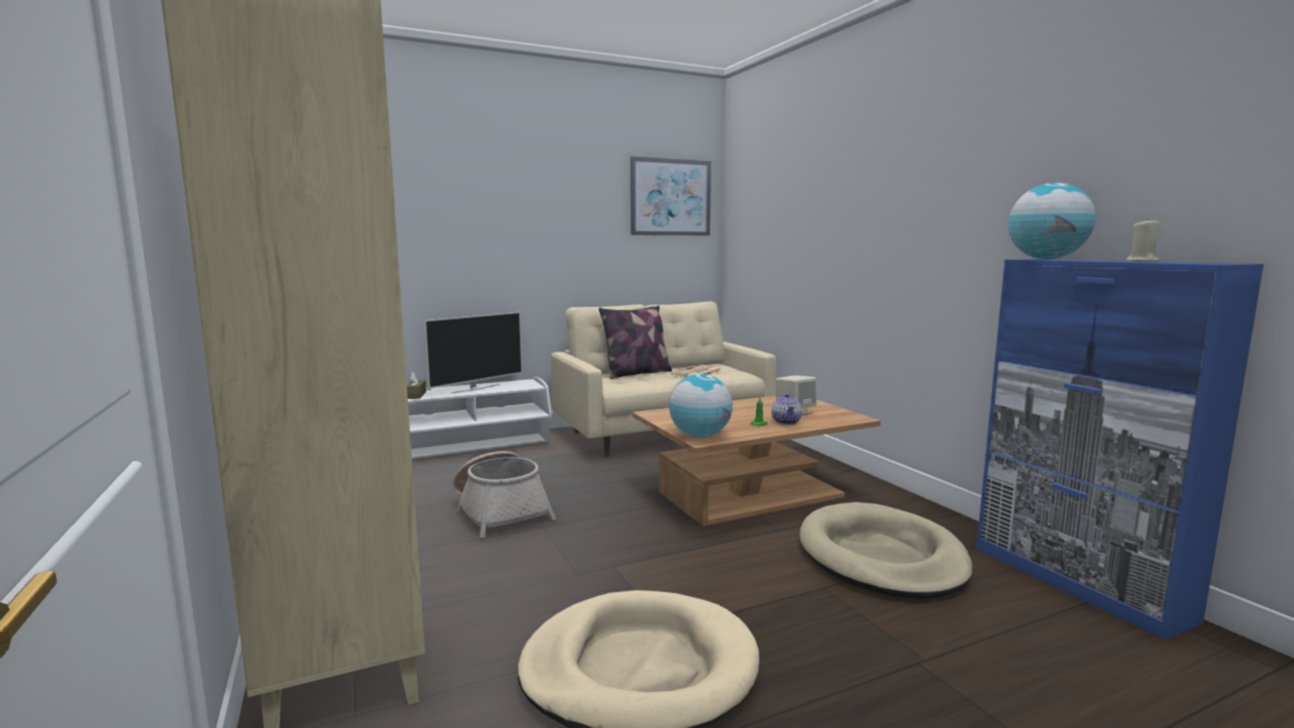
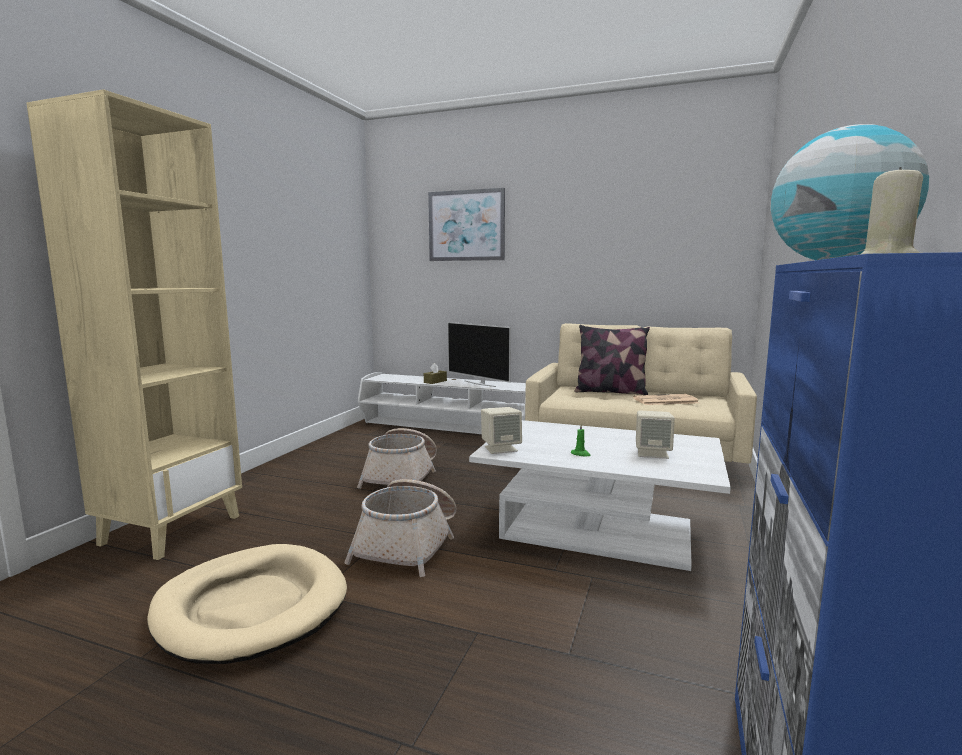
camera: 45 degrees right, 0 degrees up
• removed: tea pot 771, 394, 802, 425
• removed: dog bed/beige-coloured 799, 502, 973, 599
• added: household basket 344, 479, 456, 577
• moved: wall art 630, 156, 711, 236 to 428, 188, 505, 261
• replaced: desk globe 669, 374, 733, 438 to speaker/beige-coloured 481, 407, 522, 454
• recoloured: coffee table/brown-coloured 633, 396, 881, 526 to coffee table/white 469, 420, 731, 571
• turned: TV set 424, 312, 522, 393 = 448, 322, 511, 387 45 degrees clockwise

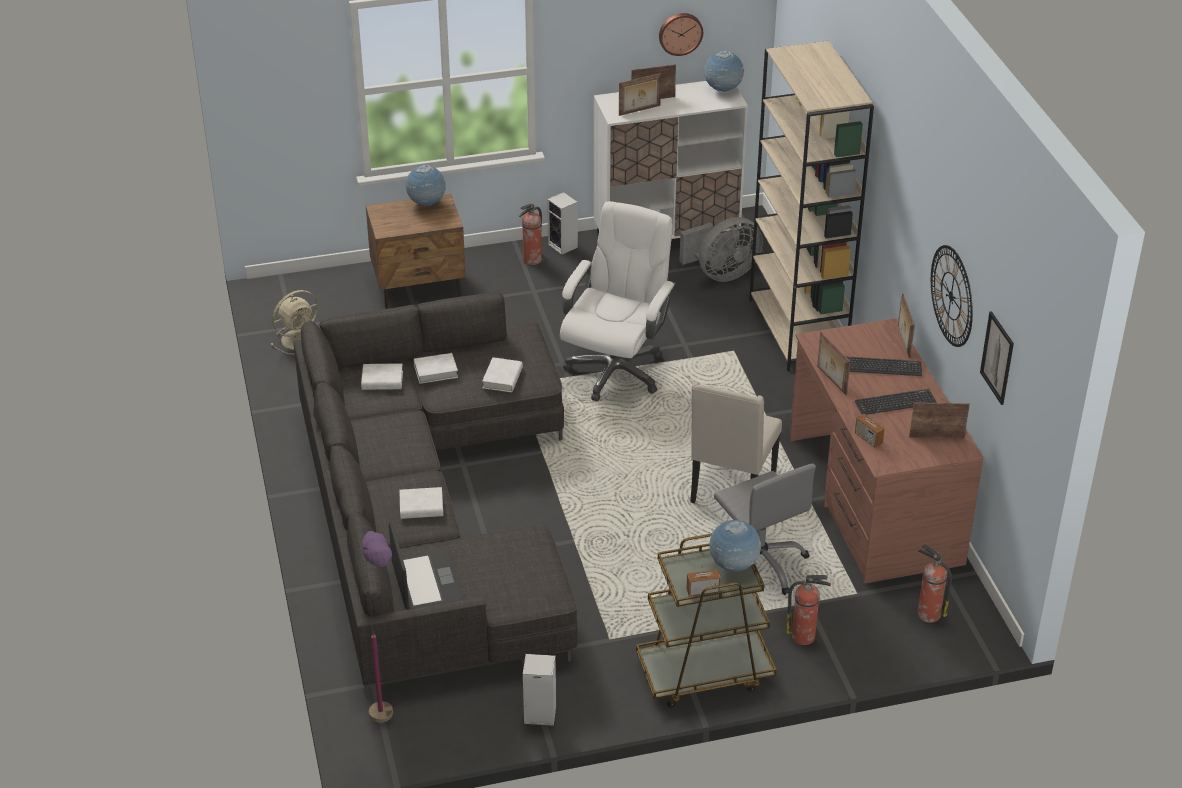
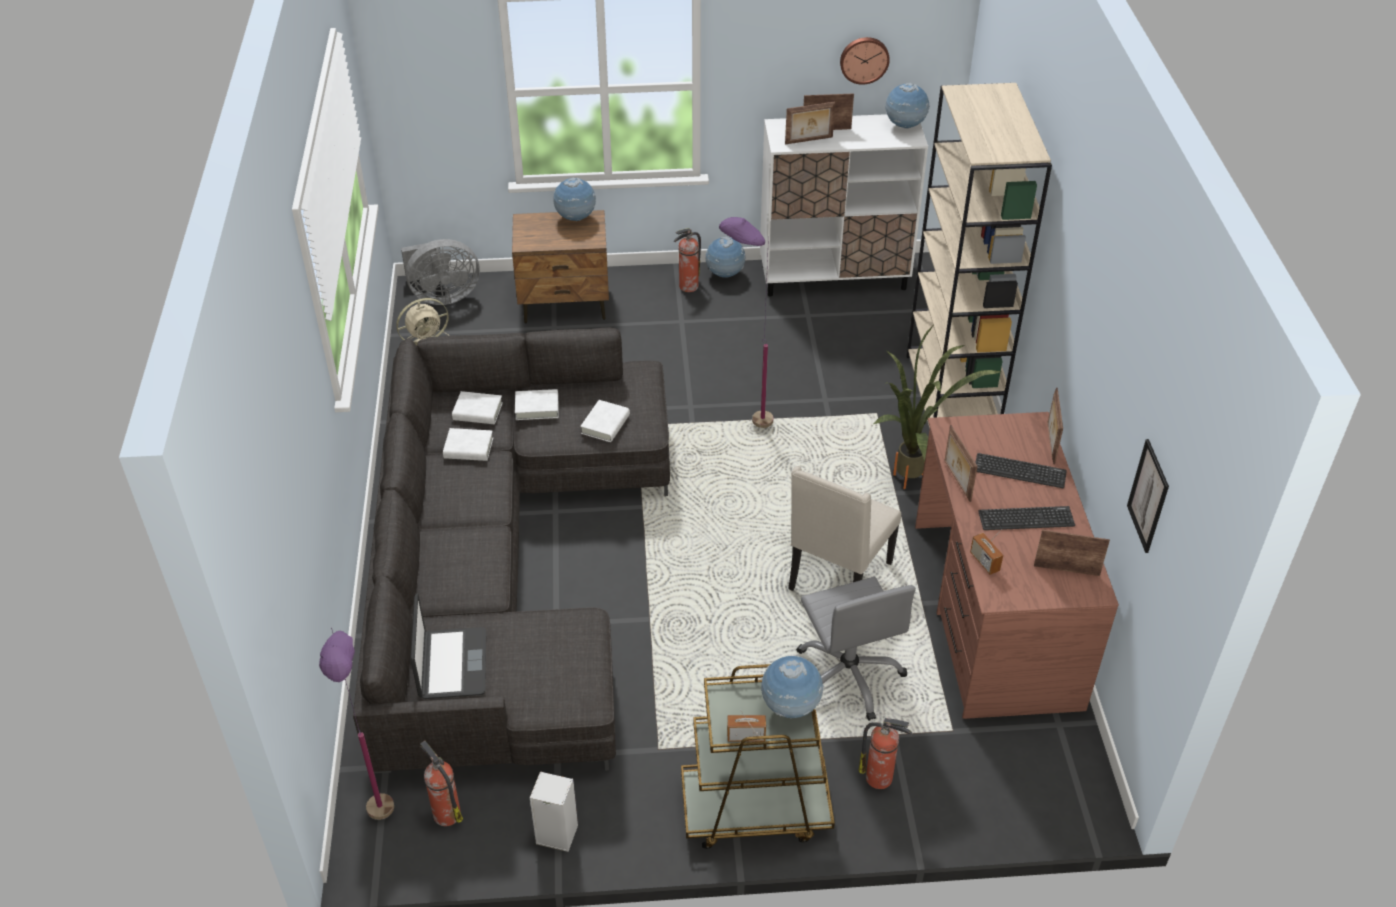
camera: 10 degrees right, 5 degrees up
• removed: wall clock 931, 245, 973, 347
• added: plant in a pot 873, 324, 1001, 489
• moved: book/white 399, 487, 443, 519 to 443, 428, 493, 461
• moved: fan/grey 679, 217, 763, 282 to 401, 239, 480, 305
• moved: extinguisher 917, 544, 952, 623 to 420, 741, 463, 826
• replaced: speaker 547, 192, 578, 255 to desk globe 706, 237, 746, 278
• replaced: office chair/white 560, 201, 676, 401 to standing lamp/purple 719, 217, 774, 428

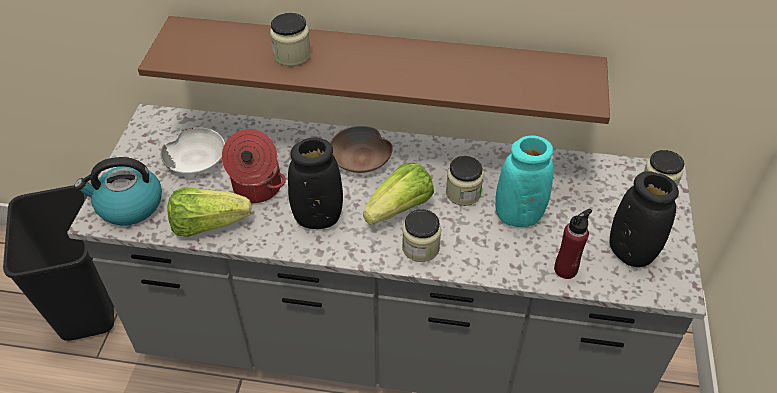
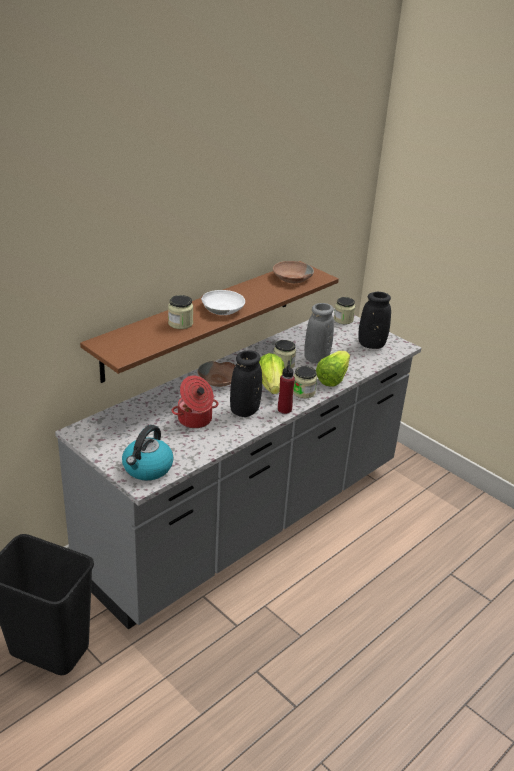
camera: 55 degrees left, 15 degrees down
• added: bowl/brown-coloured 273, 261, 314, 283
• moved: bowl/white 161, 127, 225, 175 to 201, 290, 245, 315
• moved: lettuce head 168, 187, 252, 237 to 316, 351, 350, 387
• moved: bottle/red-coloured 554, 209, 592, 279 to 278, 361, 295, 414
• recoloured: decorative vase/blue-green 495, 135, 553, 227 to decorative vase/grey 304, 303, 334, 363

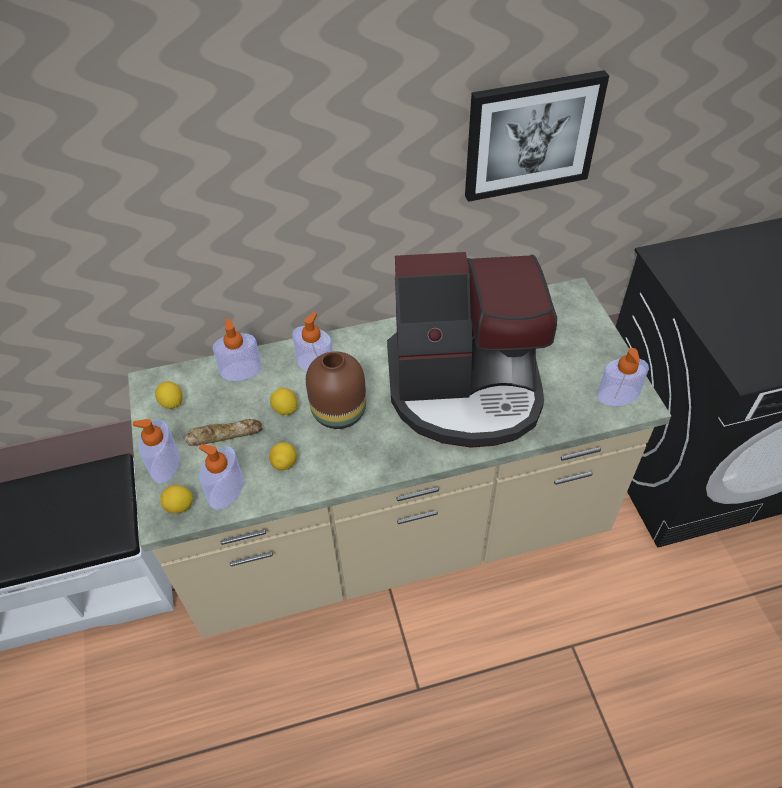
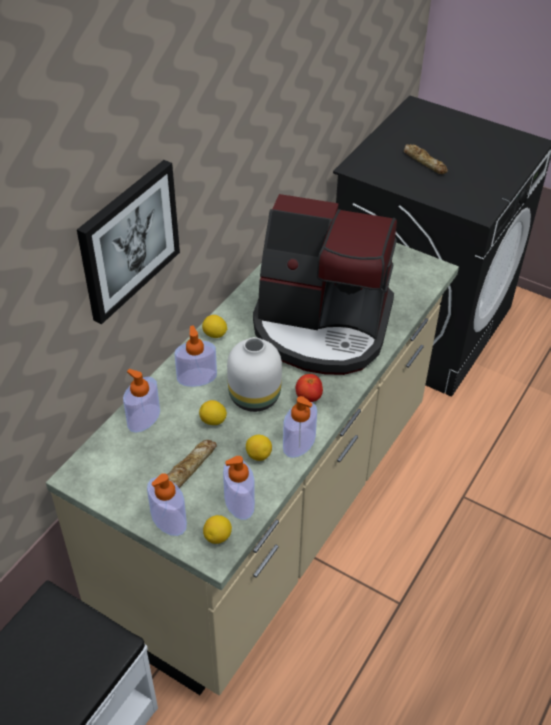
camera: 45 degrees left, 5 degrees down
• added: whole tomato 296, 374, 323, 402
• added: bakery bread 404, 144, 448, 174
• moved: citrus fruit 155, 381, 183, 409 to 202, 315, 227, 338
• moved: wall art 465, 70, 609, 202 to 77, 160, 180, 324
• moved: soap dispenser 597, 348, 649, 406 to 283, 396, 317, 458
• recoloured: decorative vase/brown-coloured 306, 351, 366, 429 to decorative vase/white 227, 337, 282, 412
• turned: coffee brewer 387, 252, 557, 448 = 253, 194, 397, 375 60 degrees clockwise

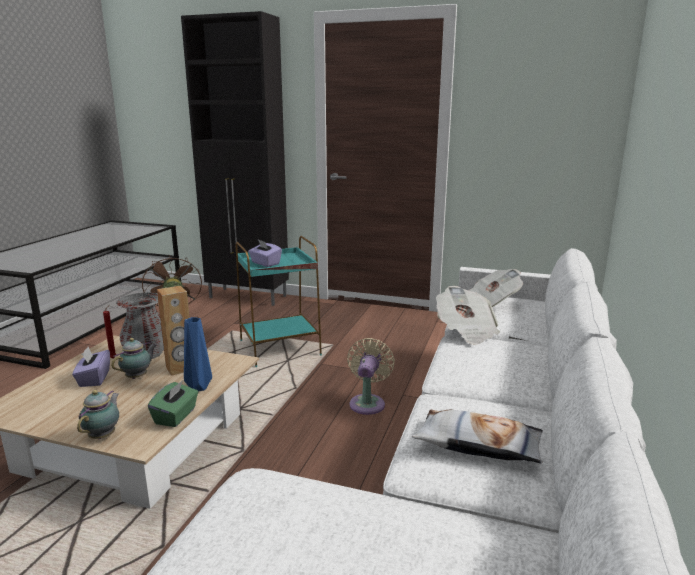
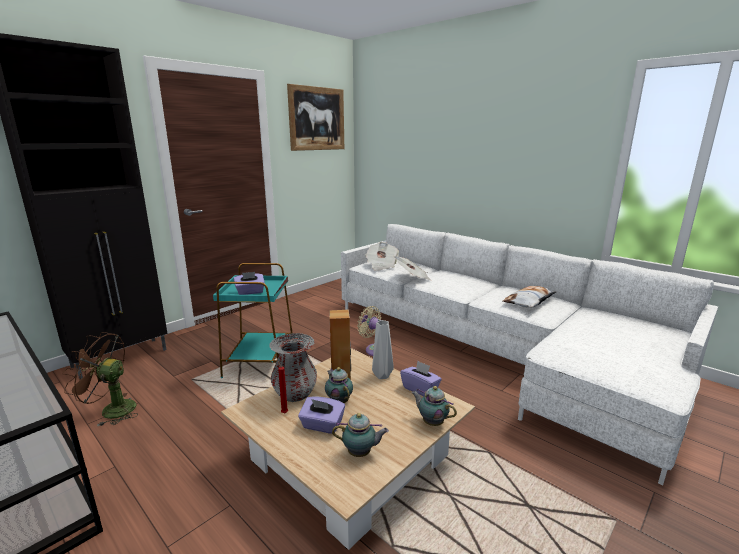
camera: 65 degrees left, 0 degrees up
• added: wall art 287, 84, 344, 151
• added: tea pot 332, 413, 389, 457
• recoloured: tissue holder/green 148, 380, 198, 427 to tissue holder/purple 400, 361, 442, 397
• recoloured: decorative vase/blue-coloured 184, 317, 212, 391 to decorative vase/grey 372, 320, 394, 379

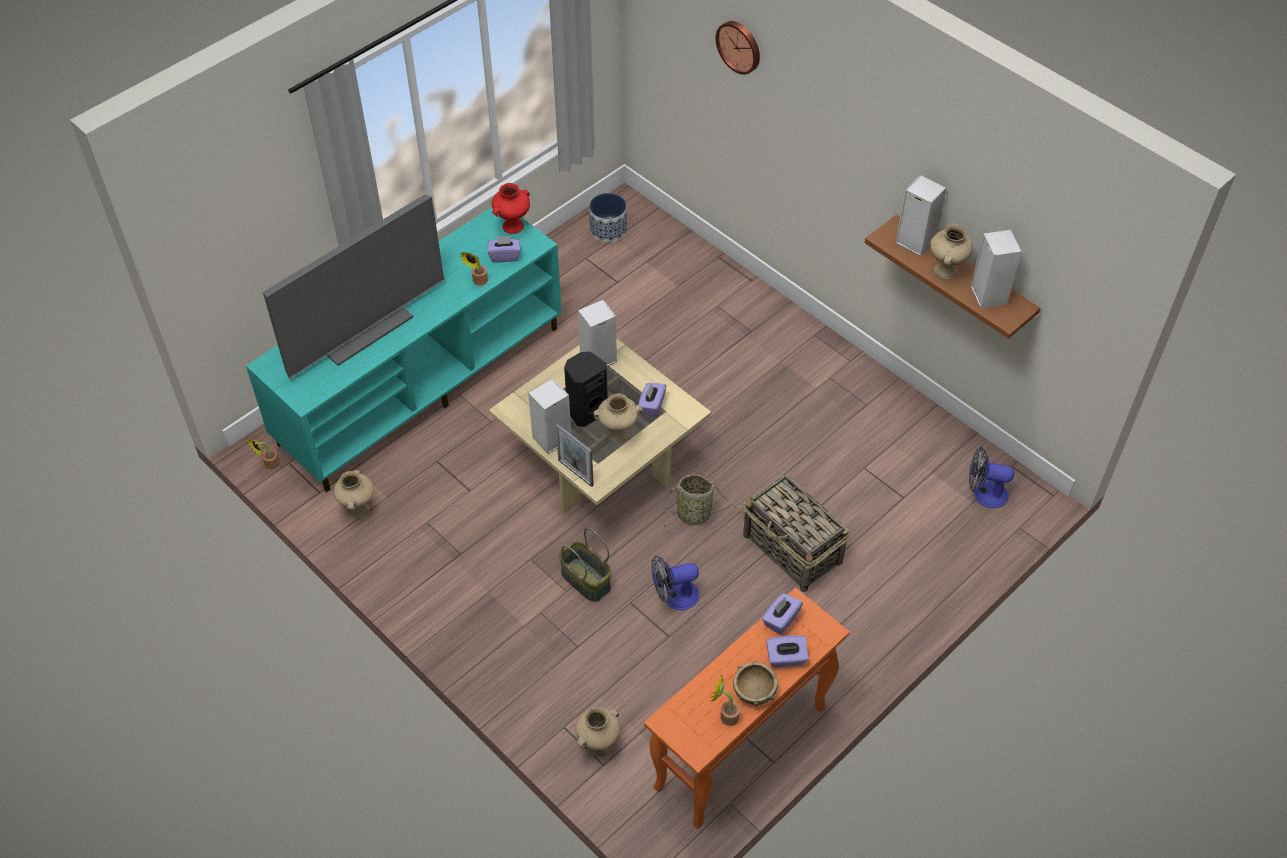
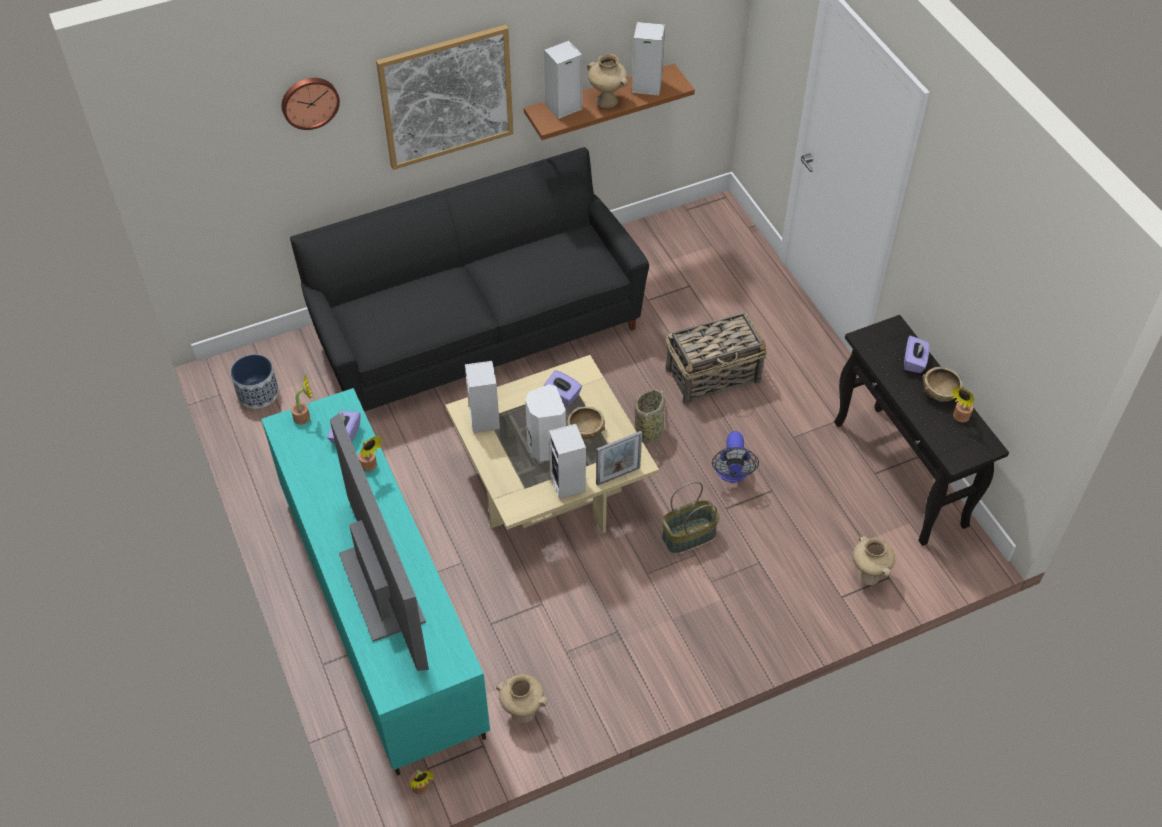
camera: 70 degrees left, 0 degrees up
• removed: tissue holder/purple 762, 593, 803, 635
• removed: fan 969, 446, 1014, 508
• added: couch/black-coloured 290, 147, 649, 412
• added: wall art 376, 25, 513, 170
• replaced: decorative vase/red-coloured 492, 183, 530, 234 to plant in a pot 291, 375, 312, 425
• replaced: decorative vase/beige-coloured 593, 393, 642, 443 to bowl/brown-coloured 566, 406, 605, 439
• recoloured: speaker/black-coloured 564, 352, 608, 427 to speaker/white 525, 384, 566, 461
• recoloured: narrow table/orange-coloured 644, 588, 850, 829 to narrow table/black-coloured 834, 315, 1009, 546

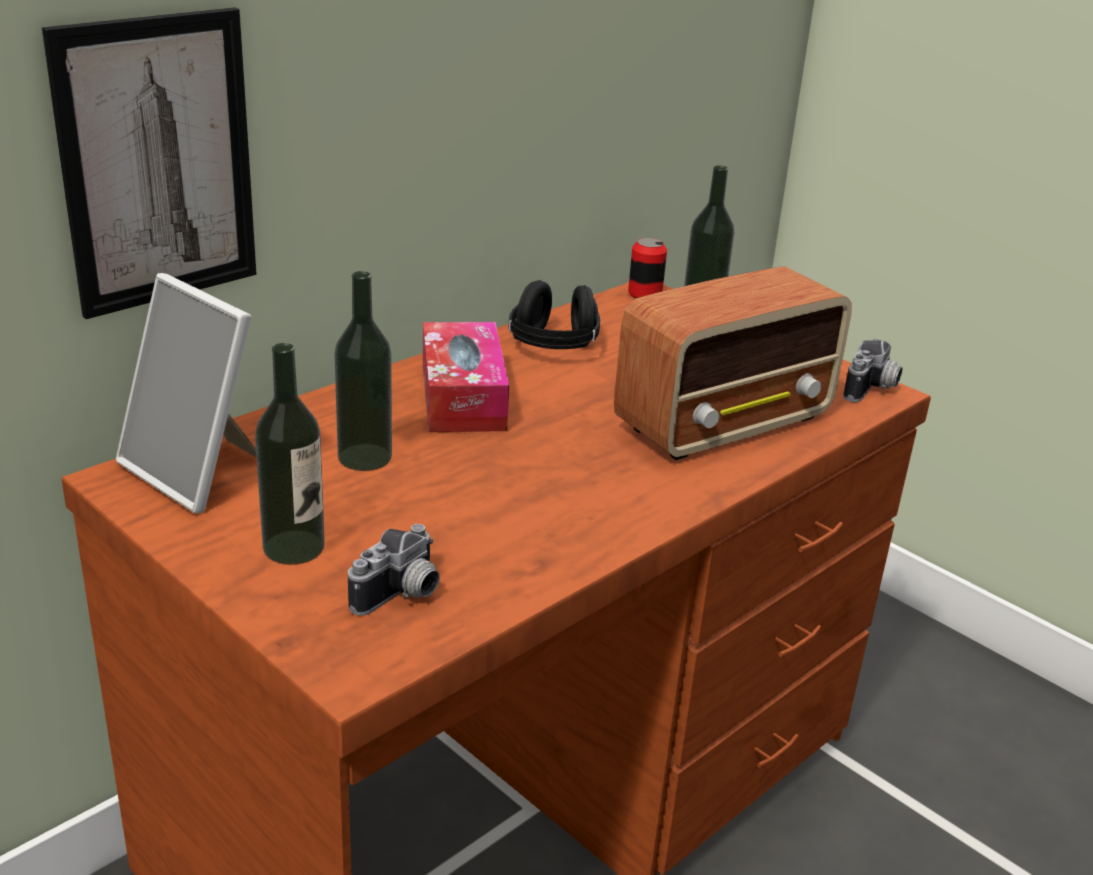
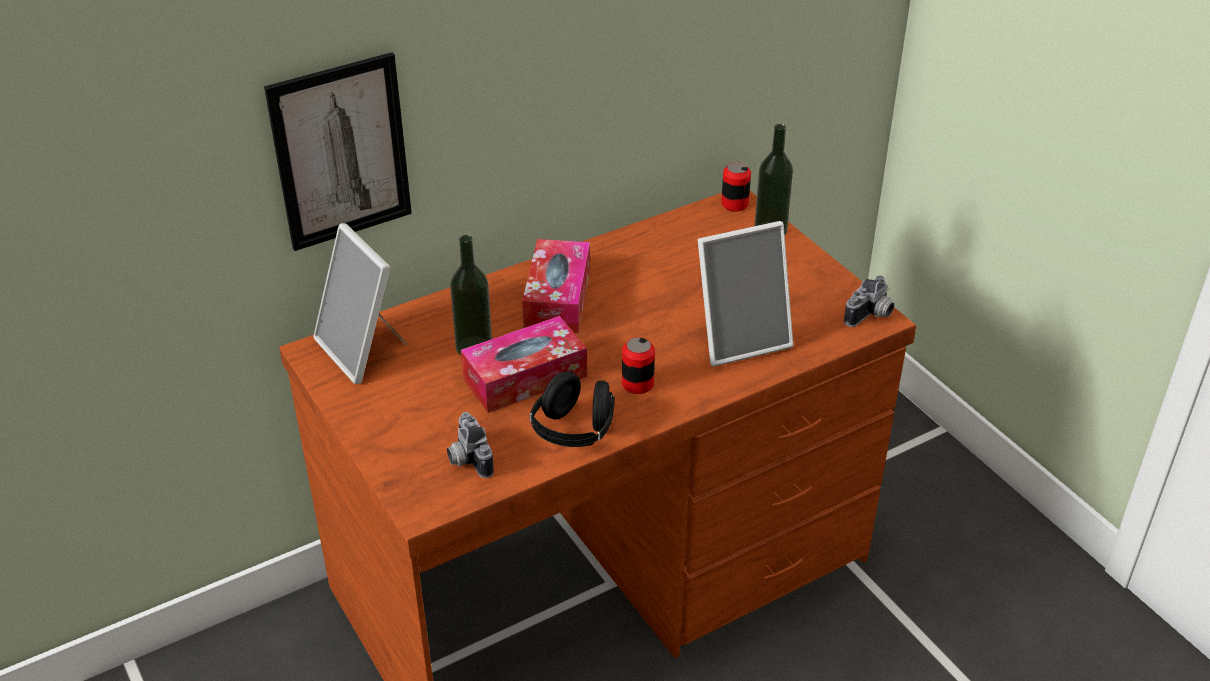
camera: 15 degrees right, 10 degrees up
• removed: bottle 255, 343, 325, 565
• added: tissue holder 461, 316, 587, 413
• added: sealed can 622, 337, 655, 394
• moved: headphones/black-coloured 509, 280, 600, 349 to 530, 371, 615, 447
• replaced: radio set 614, 266, 852, 460 to standing frame 698, 221, 793, 366
• turned: photo camera 348, 524, 440, 616 = 447, 412, 494, 478 105 degrees clockwise

